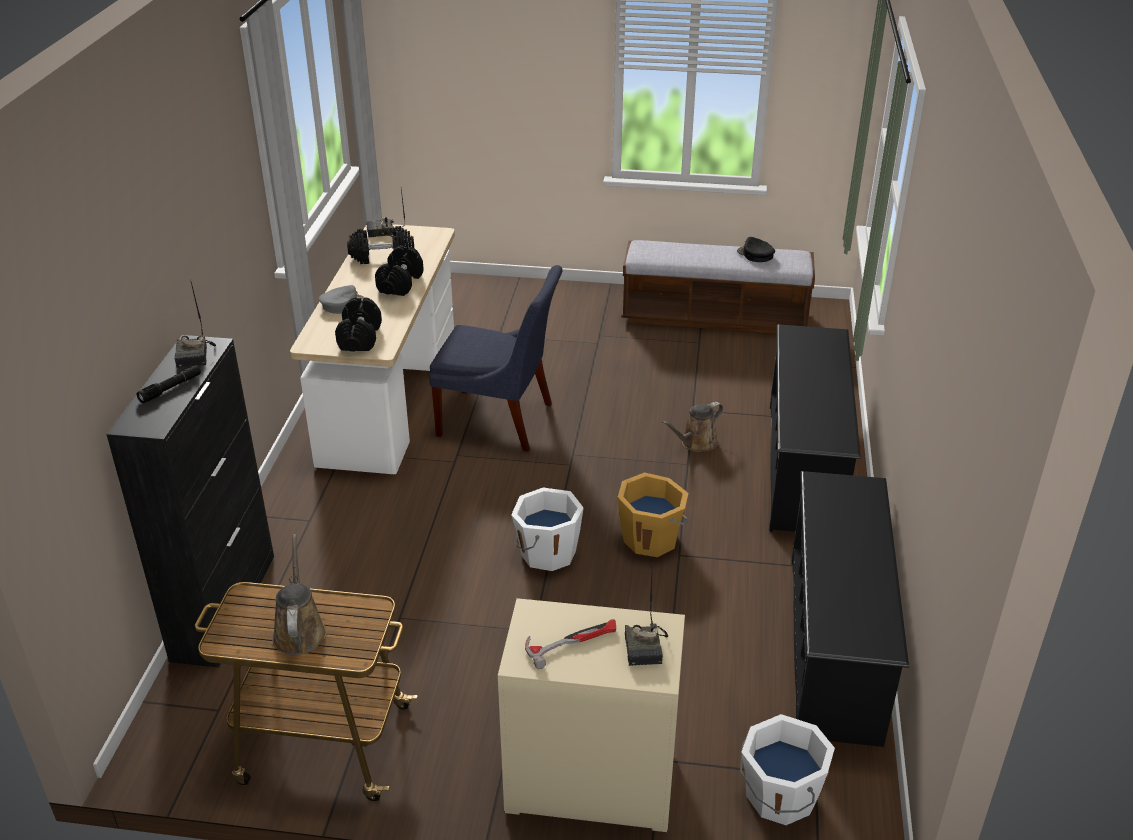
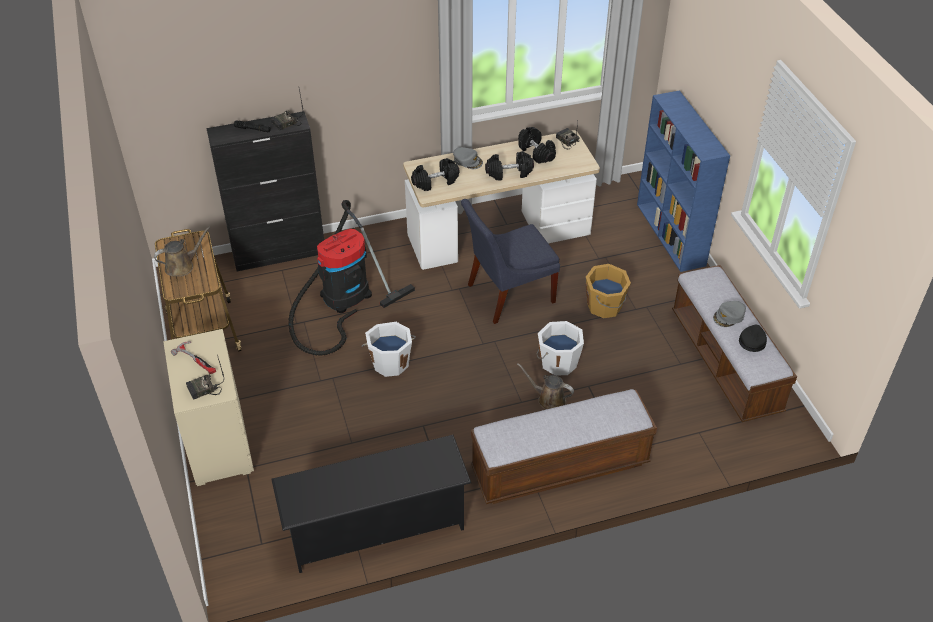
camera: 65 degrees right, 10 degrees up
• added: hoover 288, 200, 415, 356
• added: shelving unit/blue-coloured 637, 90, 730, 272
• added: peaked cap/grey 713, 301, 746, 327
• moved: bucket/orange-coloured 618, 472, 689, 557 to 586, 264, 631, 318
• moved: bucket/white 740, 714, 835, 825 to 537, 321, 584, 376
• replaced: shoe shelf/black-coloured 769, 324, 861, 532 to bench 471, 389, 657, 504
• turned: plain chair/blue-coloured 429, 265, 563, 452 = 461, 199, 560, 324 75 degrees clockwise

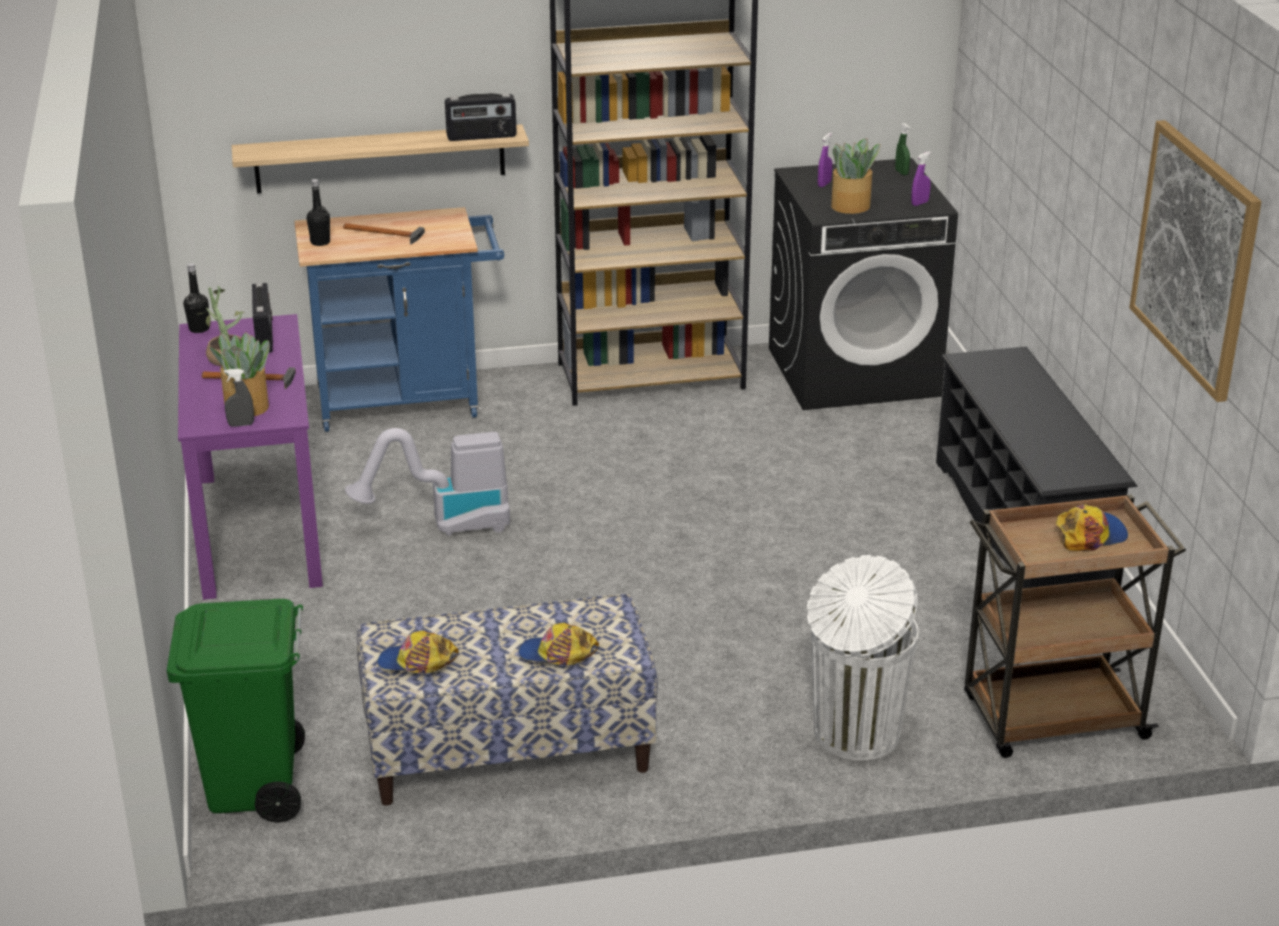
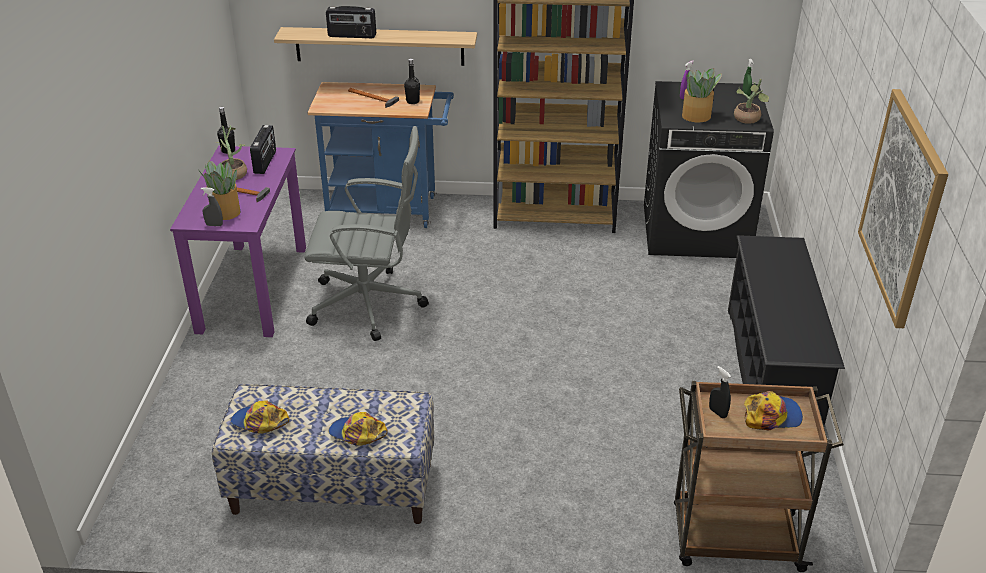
camera: 15 degrees right, 5 degrees up
• removed: trash can/green 167, 599, 305, 822
• removed: trash can/white 807, 555, 919, 760
• added: spray bottle/black-coloured 709, 366, 731, 418
• moved: bottle/black-coloured 307, 179, 330, 246 to 404, 59, 420, 104
• moved: radio set 445, 93, 517, 141 to 326, 6, 376, 38
• replaced: hoover 345, 428, 510, 536 to office chair/grey 305, 126, 429, 341
• replaced: spray bottle/purple 911, 151, 931, 206 to plant in a pot 734, 79, 769, 124

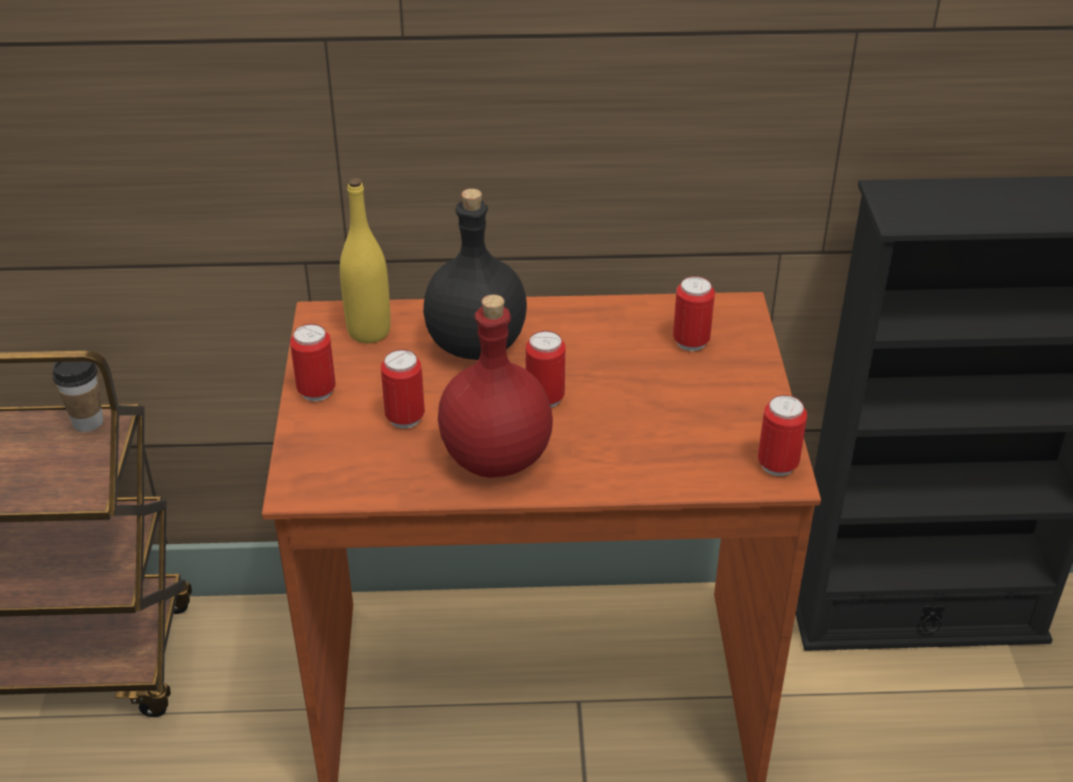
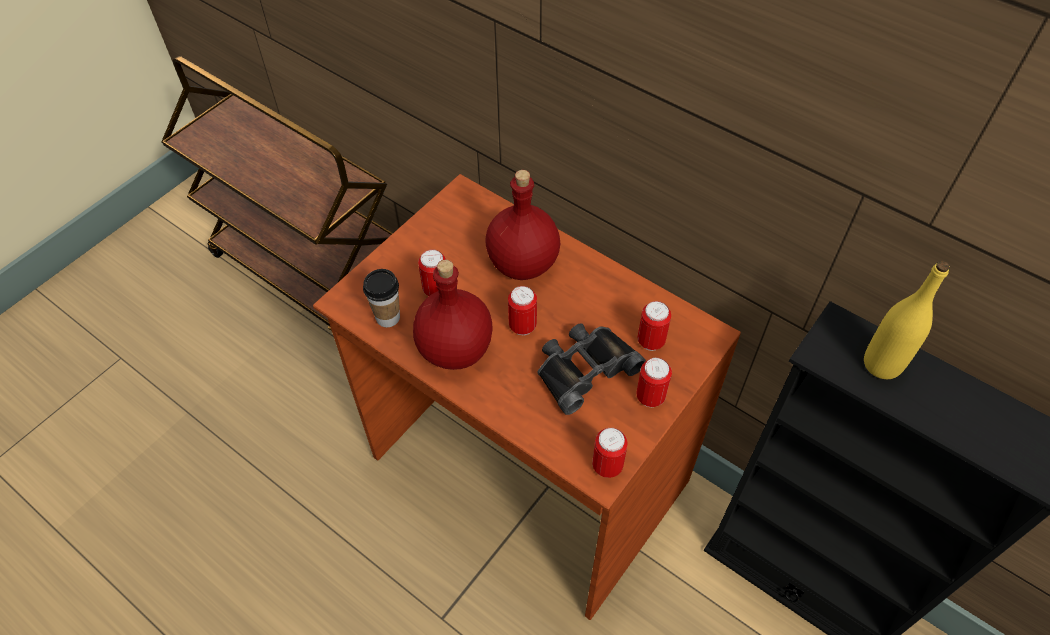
camera: 40 degrees right, 15 degrees up
• added: binoculars/black-coloured 537, 323, 646, 415
• moved: cup 52, 362, 103, 432 to 363, 269, 400, 327
• moved: sealed can 290, 324, 336, 401 to 636, 358, 672, 407
• moved: bottle/yellow 340, 178, 391, 343 to 864, 261, 950, 379
• recoloured: bottle/black-coloured 423, 189, 527, 360 to bottle/red-coloured 485, 170, 560, 280

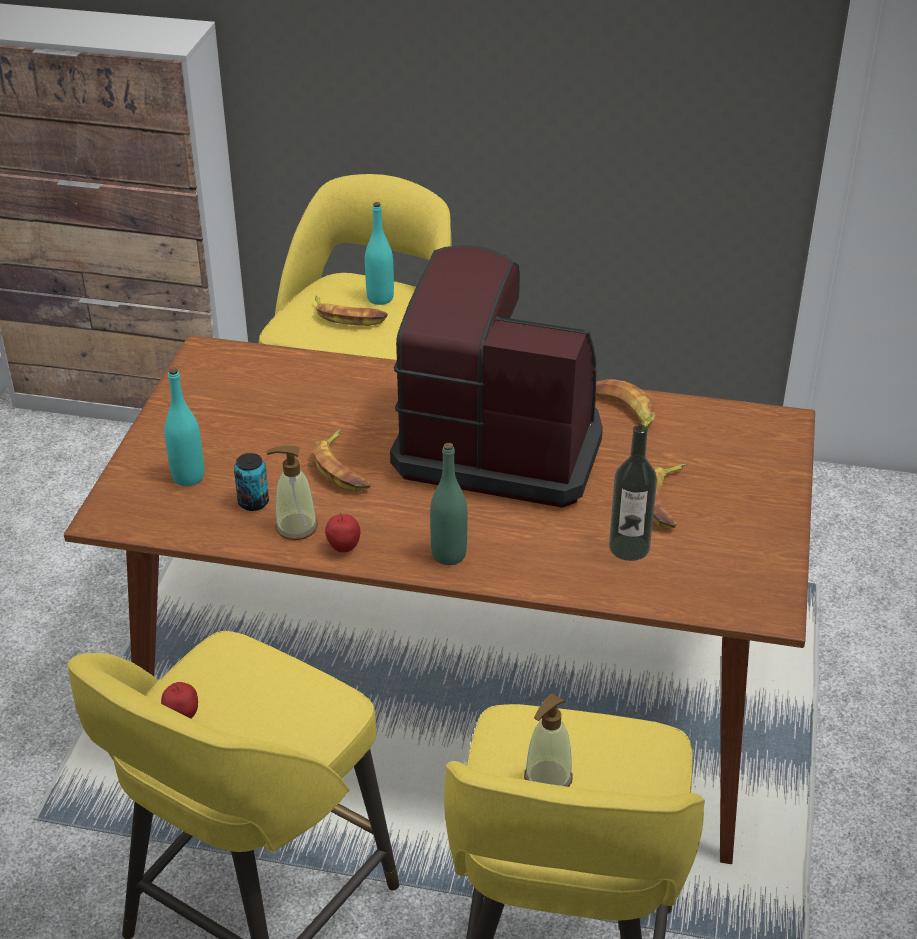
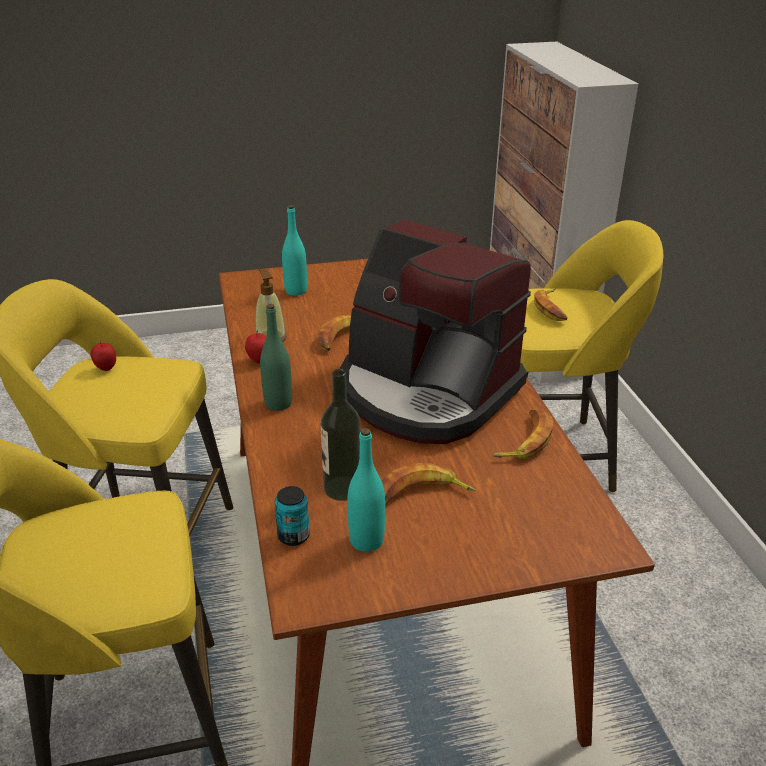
camera: 65 degrees right, 5 degrees down
• removed: soap dispenser 524, 693, 573, 787
• moved: sealed can 234, 453, 269, 511 to 274, 486, 310, 546
• moved: bottle/blue-green 365, 202, 394, 305 to 348, 428, 385, 552
• turned: coffee brewer 390, 245, 603, 508 = 340, 219, 531, 444 135 degrees clockwise

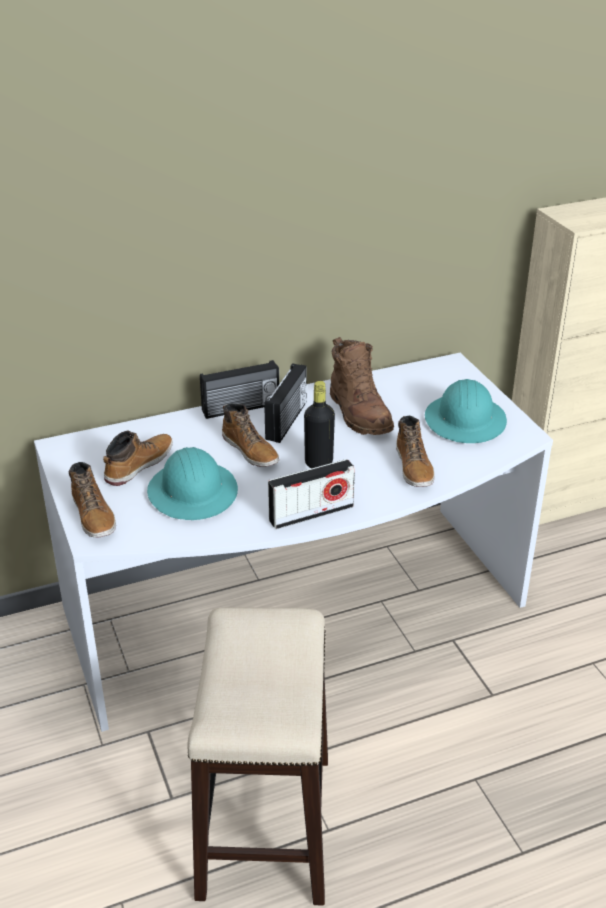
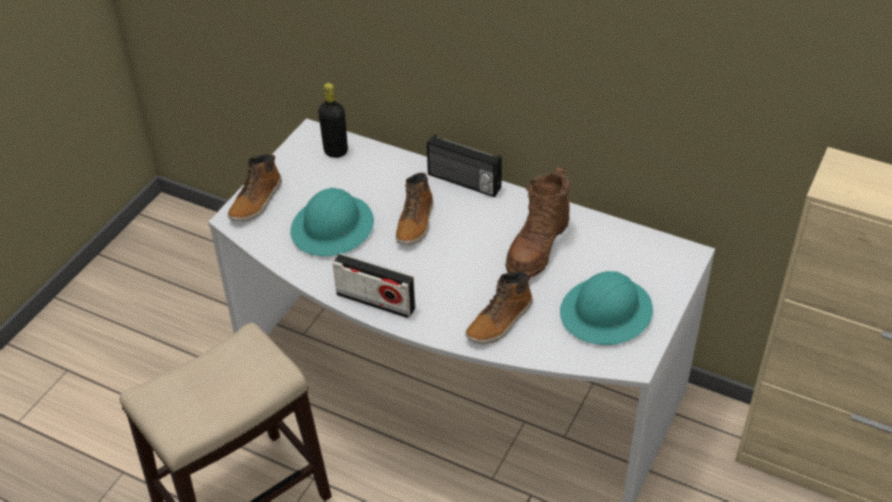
camera: 50 degrees right, 10 degrees up
• removed: high-top boot 103, 430, 173, 486
• removed: radio set 264, 363, 308, 443
• moved: bottle/black-coloured 304, 381, 335, 468 to 318, 83, 348, 158

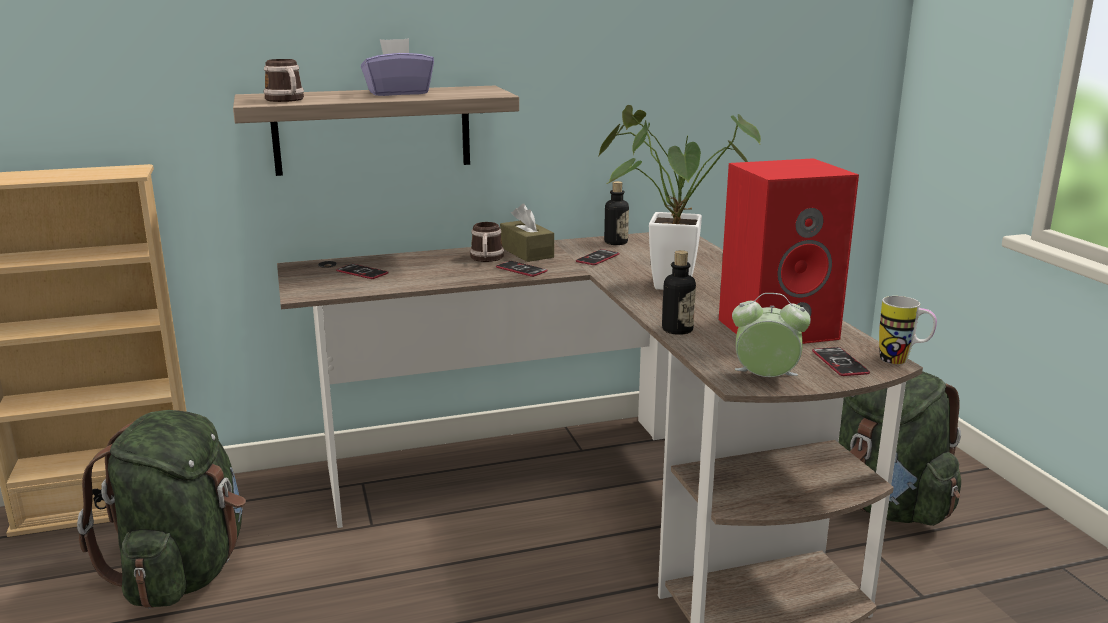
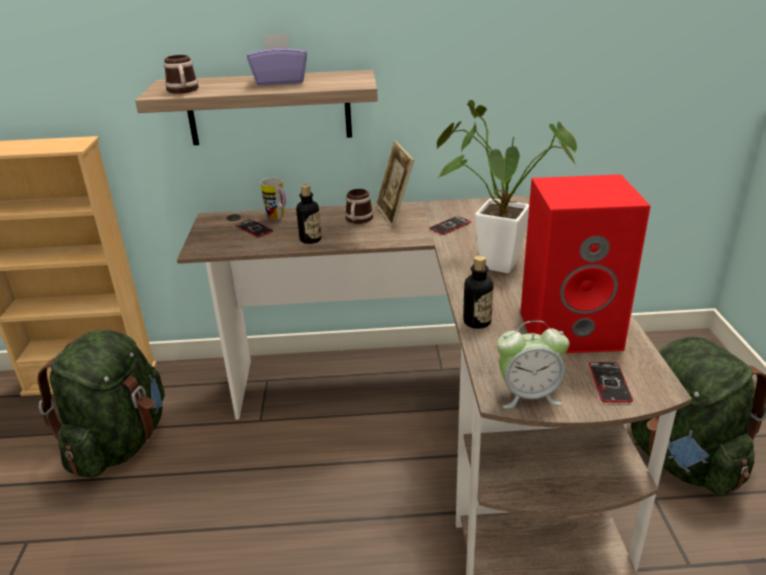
camera: 15 degrees right, 10 degrees up
• removed: handset 496, 261, 548, 277
• moved: bottle 604, 181, 629, 245 to 296, 185, 321, 244
• moved: mug 879, 296, 937, 364 to 261, 178, 286, 220
• replaced: tissue holder/brown-coloured 500, 204, 554, 262 to standing frame 376, 141, 414, 227
• turned: bedside clock 732, 293, 811, 377 = 497, 321, 569, 408 150 degrees clockwise

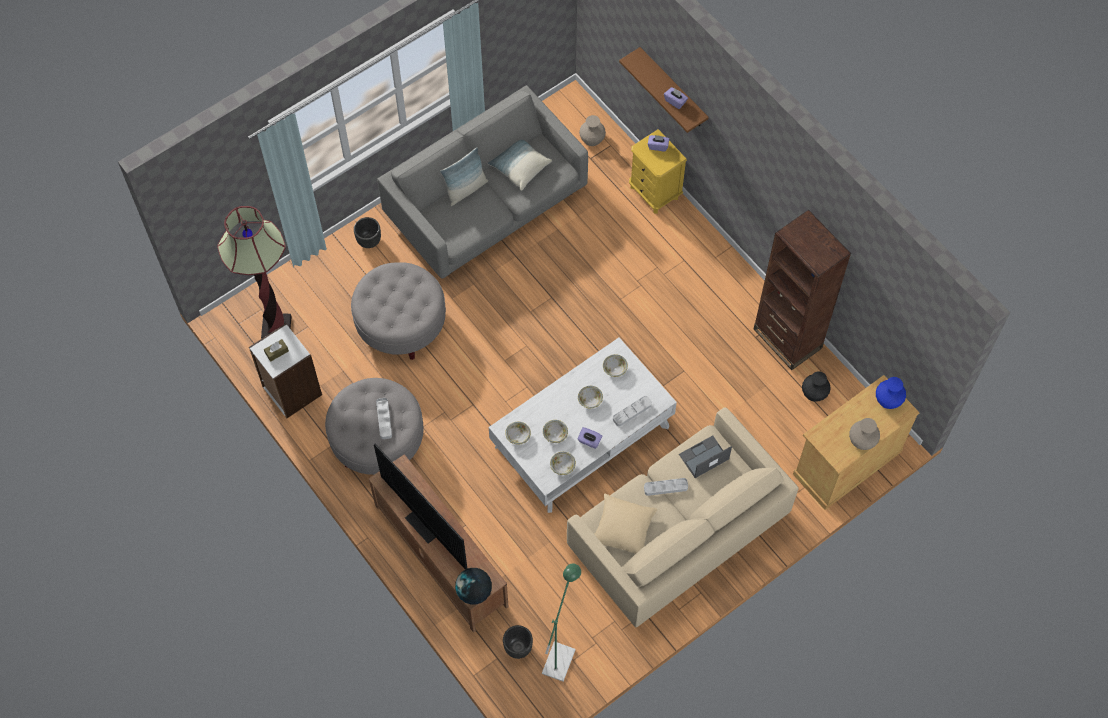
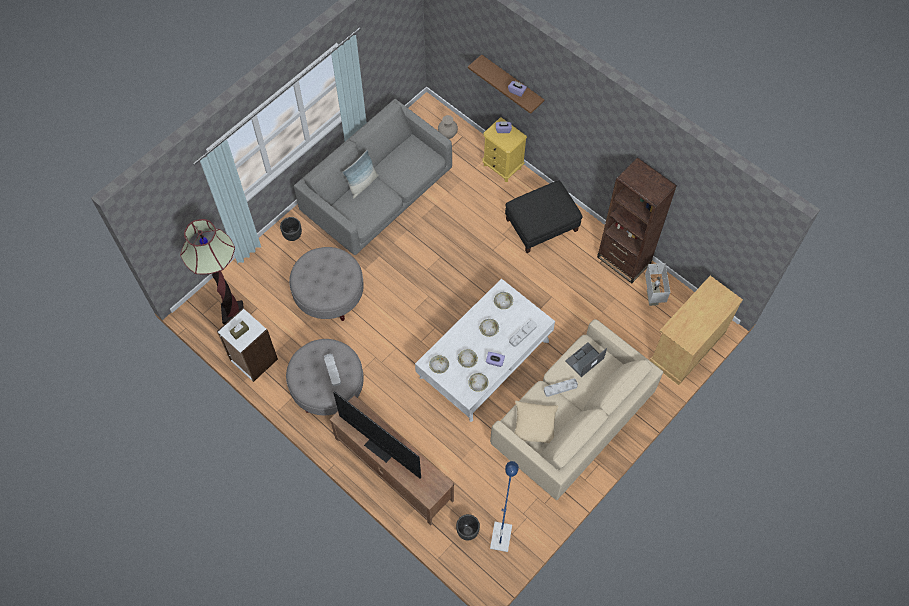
camera: 10 degrees left, 0 degrees up
• removed: desk globe 455, 568, 492, 605
• removed: cushion 488, 140, 552, 191
• removed: decorative vase/beige-coloured 849, 418, 880, 450
• removed: decorative vase/blue-coloured 876, 377, 906, 409
• added: pouffe/black-coloured 505, 180, 582, 253
• replaced: decorative vase/black-coloured 802, 371, 831, 402 to tabletop lamp/white 645, 263, 670, 306
• recoloured: standing lamp/green 542, 564, 581, 682 to standing lamp/blue-coloured 490, 461, 519, 552

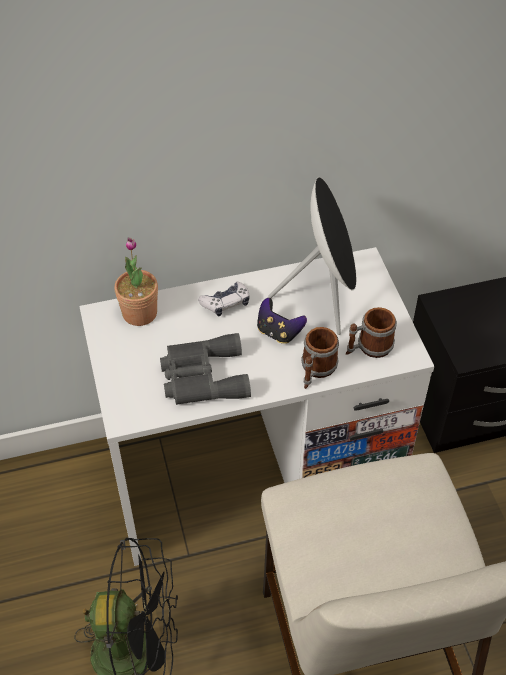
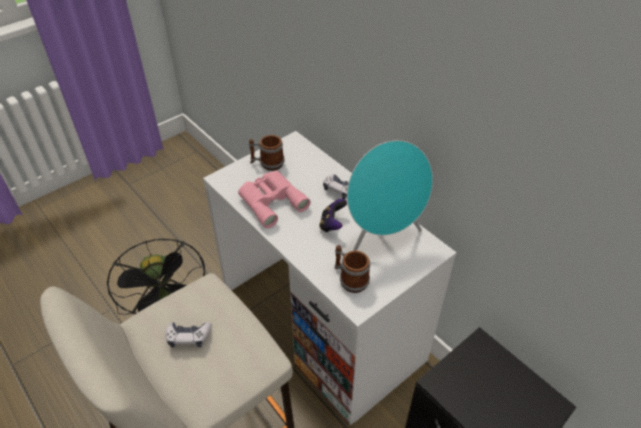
camera: 65 degrees right, 5 degrees down
• removed: plant in a pot 114, 237, 158, 326
• added: game controller 165, 322, 212, 348
• moved: mug 301, 327, 339, 389 to 249, 135, 285, 171
• recoloured: binoculars/grey 160, 333, 251, 405 to binoculars/pinkish 238, 171, 311, 228
• recoloured: speaker/black-coloured 268, 177, 357, 335 to speaker/blue-green 347, 140, 433, 251

